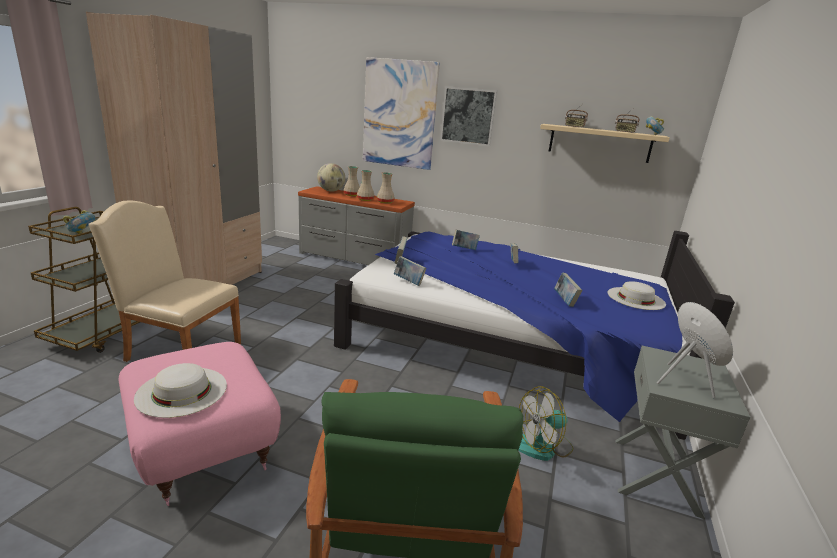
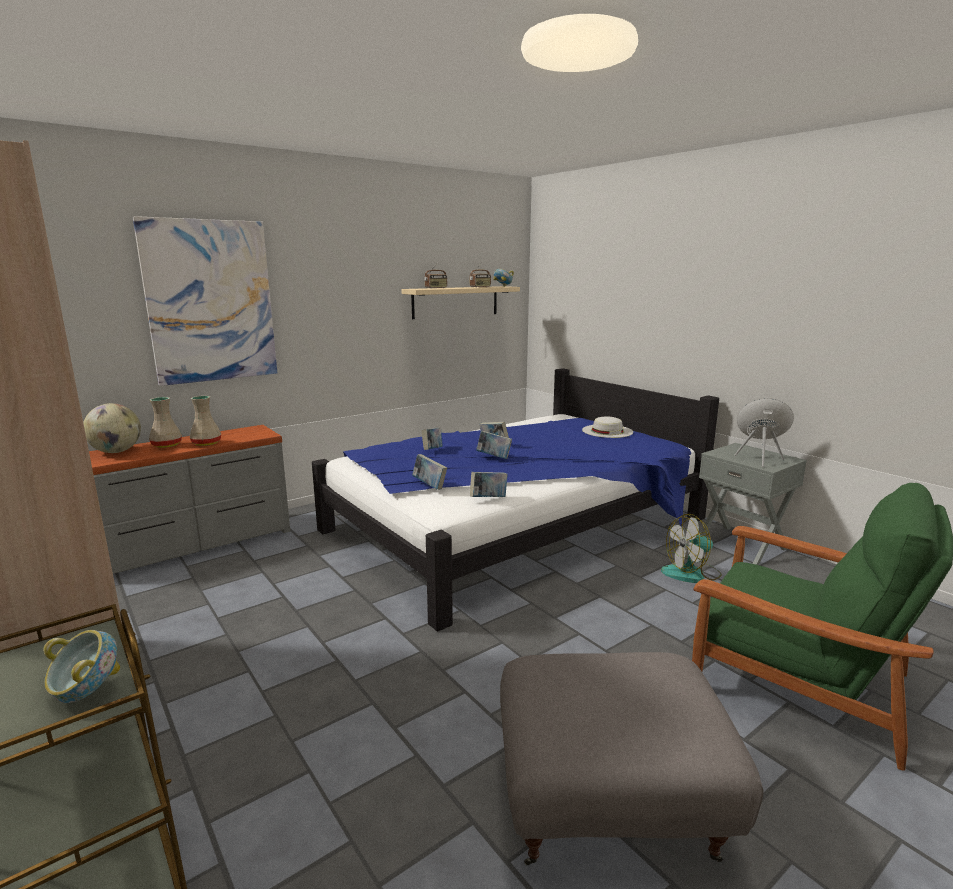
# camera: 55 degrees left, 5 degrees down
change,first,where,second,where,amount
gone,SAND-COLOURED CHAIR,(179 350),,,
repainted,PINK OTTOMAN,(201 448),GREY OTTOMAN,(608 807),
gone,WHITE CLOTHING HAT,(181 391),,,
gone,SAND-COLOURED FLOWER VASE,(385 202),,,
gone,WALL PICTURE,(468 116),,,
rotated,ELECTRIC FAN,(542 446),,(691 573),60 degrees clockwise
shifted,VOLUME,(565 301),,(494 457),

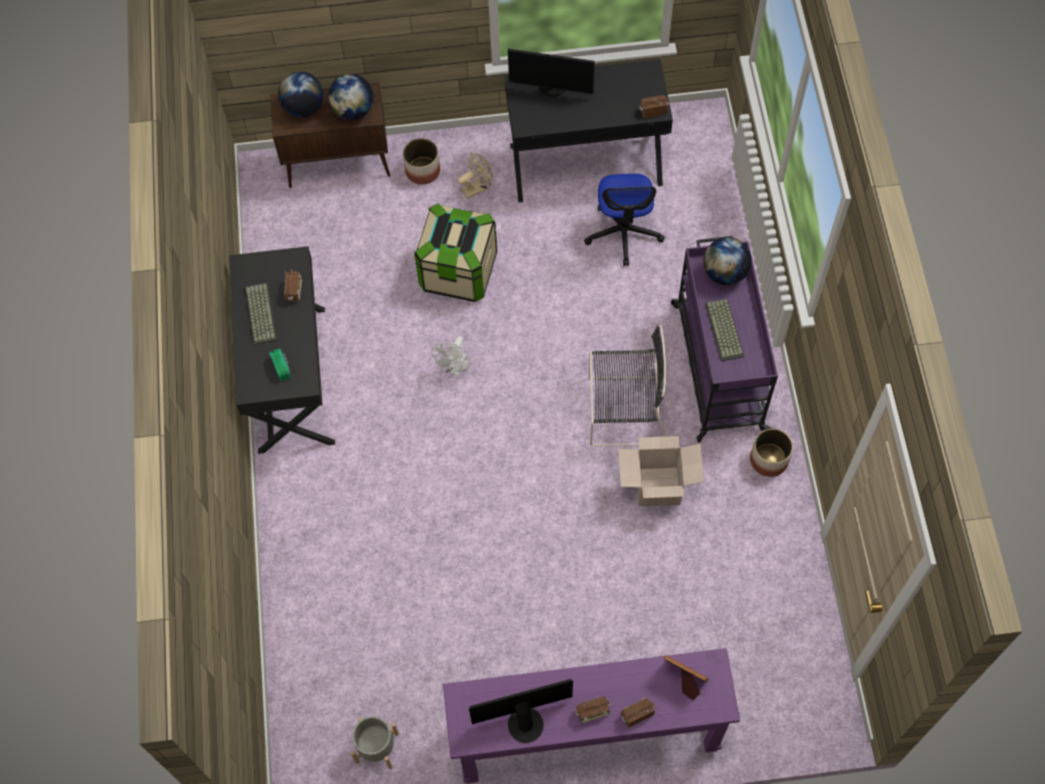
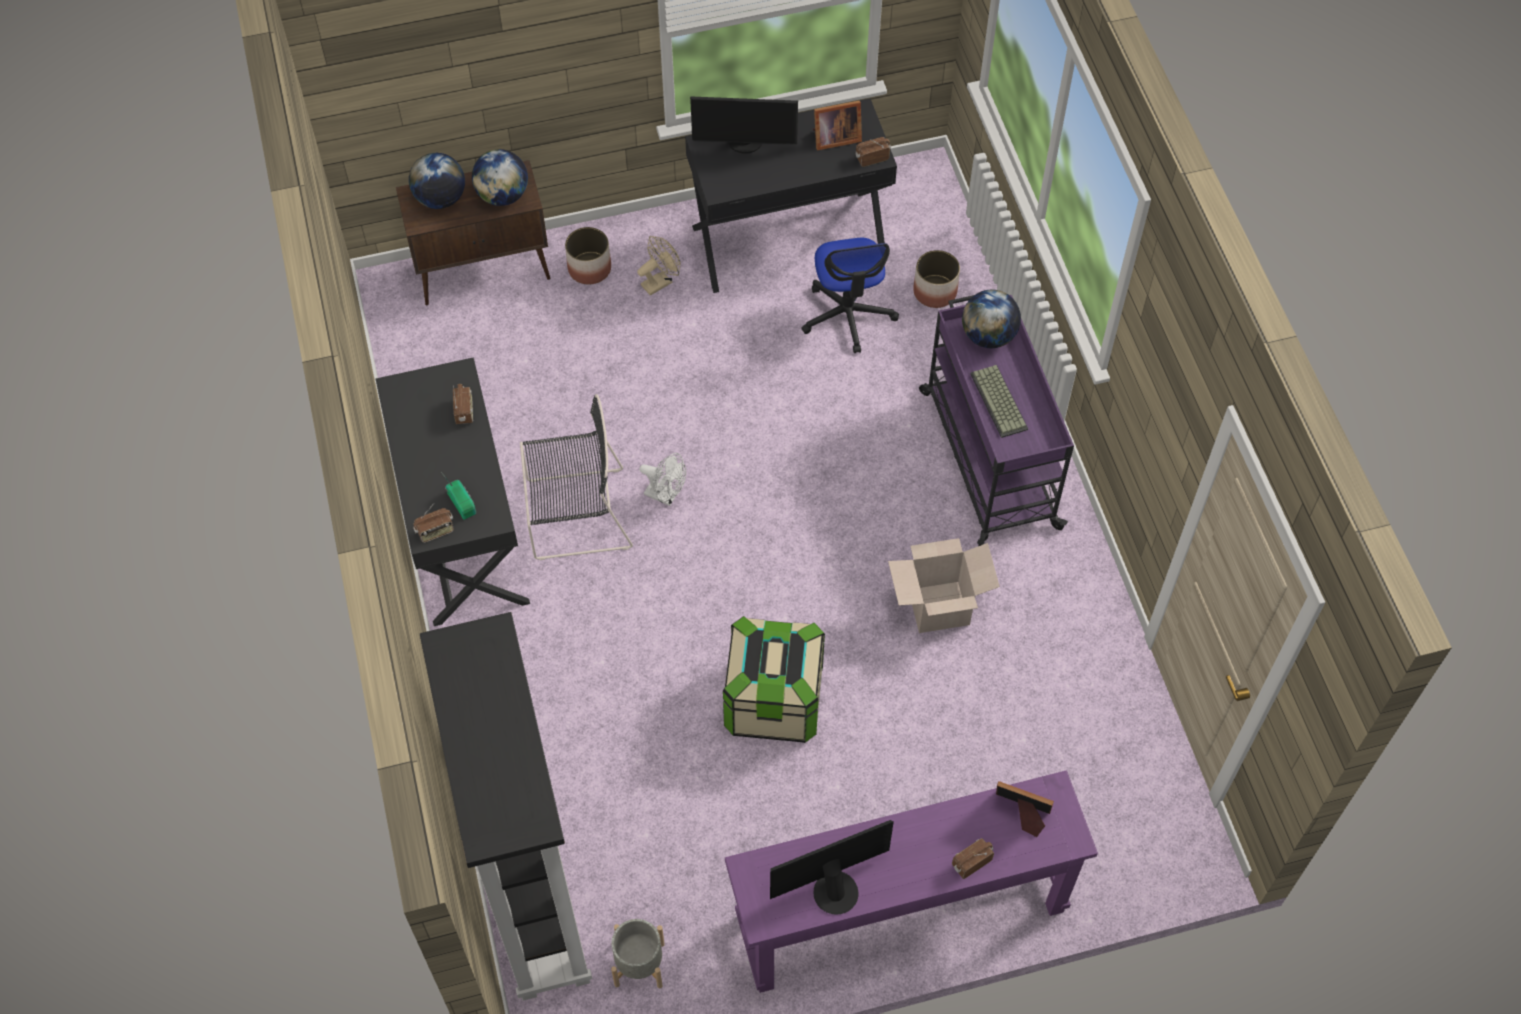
# camera: 10 degrees left, 5 degrees down
change,first,where,second,where,amount
gone,KEYBOARD,(259 313),,,
shifted,STORAGE BOX,(458 271),,(773 701),
rotated,WHITE ELECTRIC FAN,(455 368),,(666 496),75 degrees counterclockwise
shifted,RADIO SET,(592 712),,(435 531),
shifted,BLACKISH CHAIR,(624 411),,(574 514),
shifted,PLANTER,(769 459),,(935 291),
new,,,BLACKISH SHELVING UNIT,(533 895),
new,,,STANDING FRAME,(834 138),

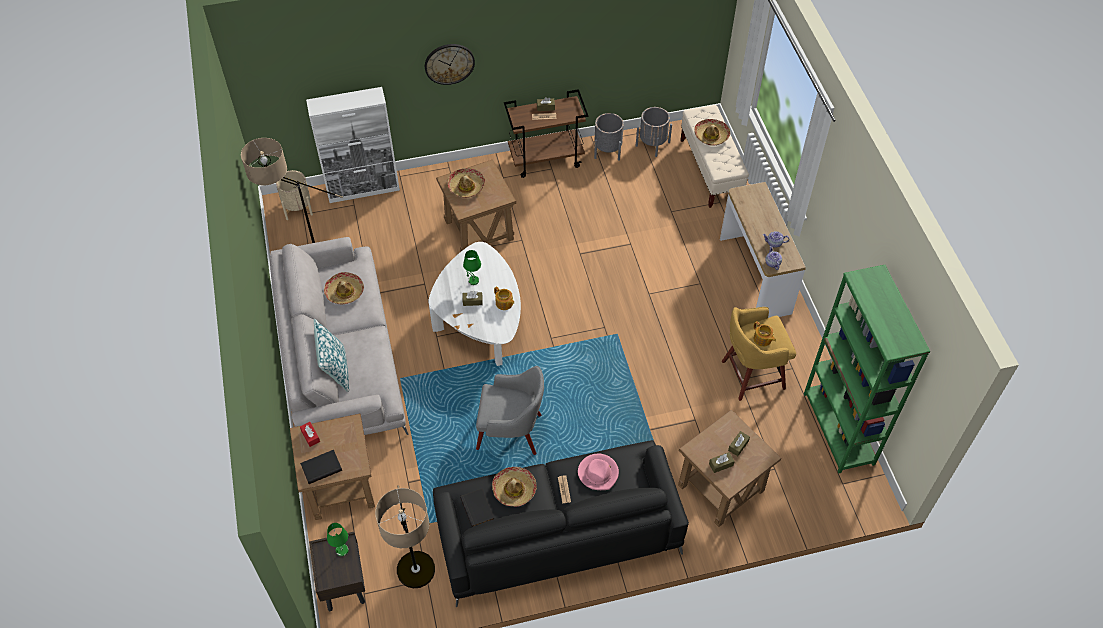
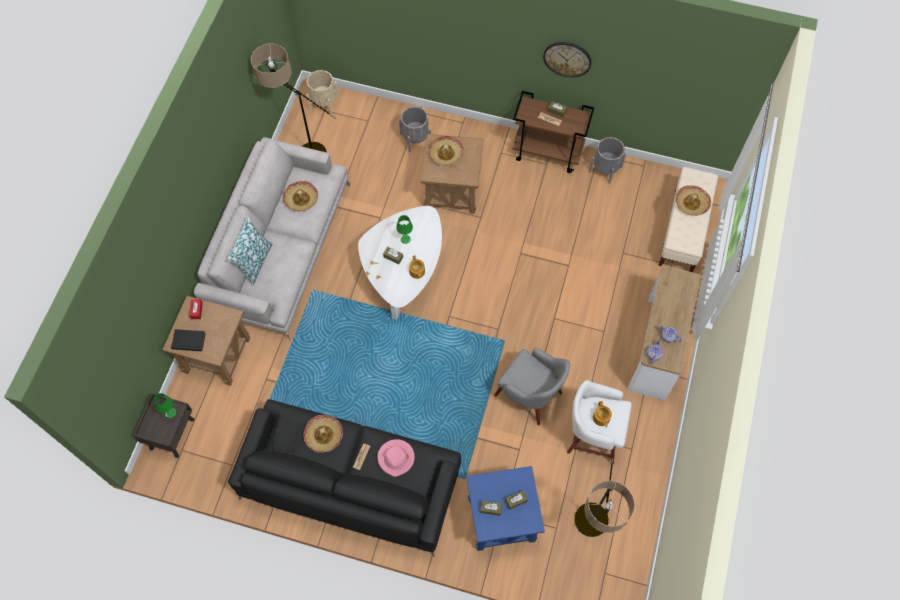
# camera: 30 degrees right, 10 degrees up
change,first,where,second,where,amount
gone,WHITE CABINET,(363 188),,,
shifted,STANDARD LAMP,(418 584),,(588 533),
shifted,WALL CLOCK,(449 63),,(567 58),
shifted,GREY ARMCHAIR,(511 432),,(530 395),
shifted,GREY PLANTER,(652 144),,(415 138),
repainted,BROWN-COLOURED SIDE TABLE,(721 487),BLUISH SIDE TABLE,(502 518),
repainted,YELLOW STOOL SEAT,(750 375),WHITE STOOL SEAT,(592 436),
gone,GREEN SHELVING UNIT,(838 429),,,

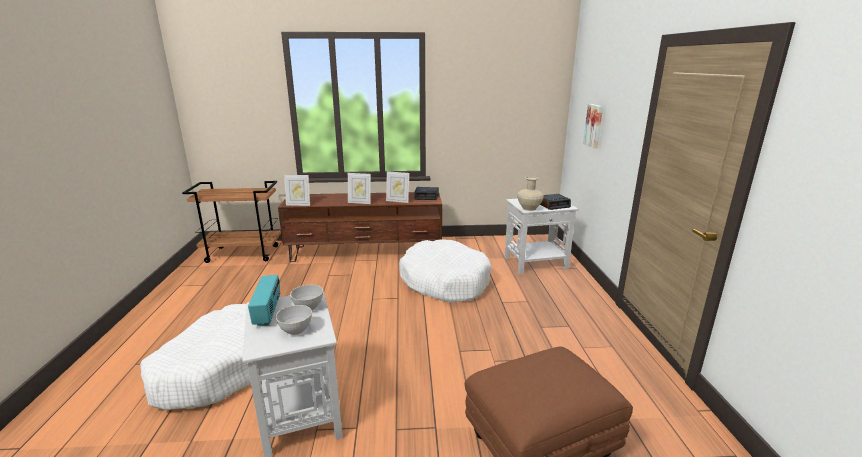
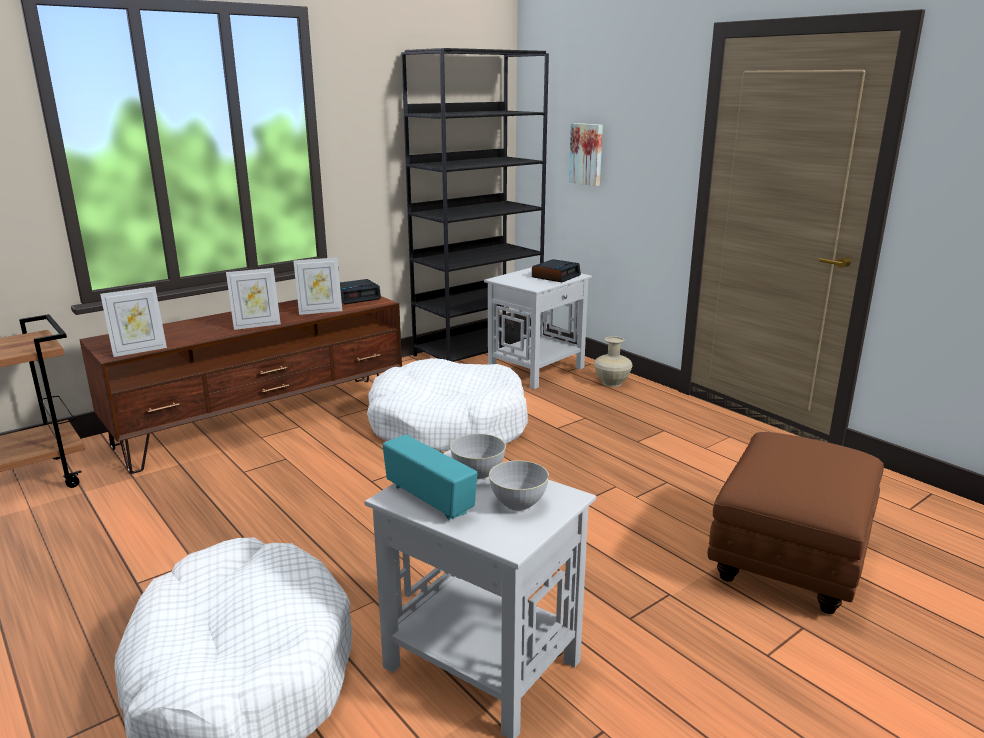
# camera: 35 degrees left, 0 degrees up
change,first,where,second,where,amount
shifted,SAND-COLOURED FLOWER VASE,(529 208),,(612 383),
new,,,BLACKISH SHELVING UNIT,(478 351),

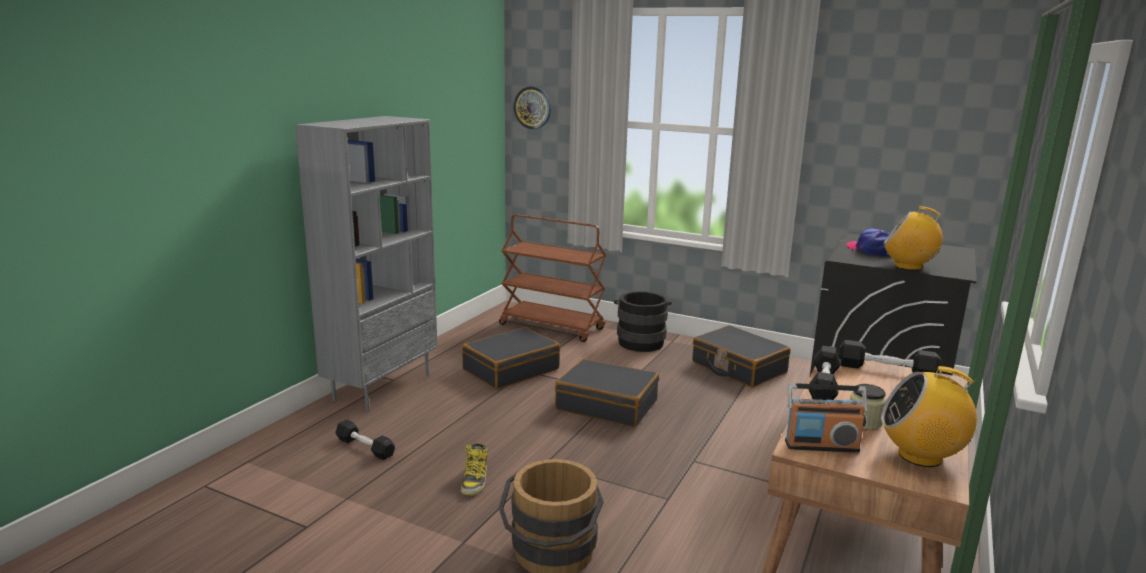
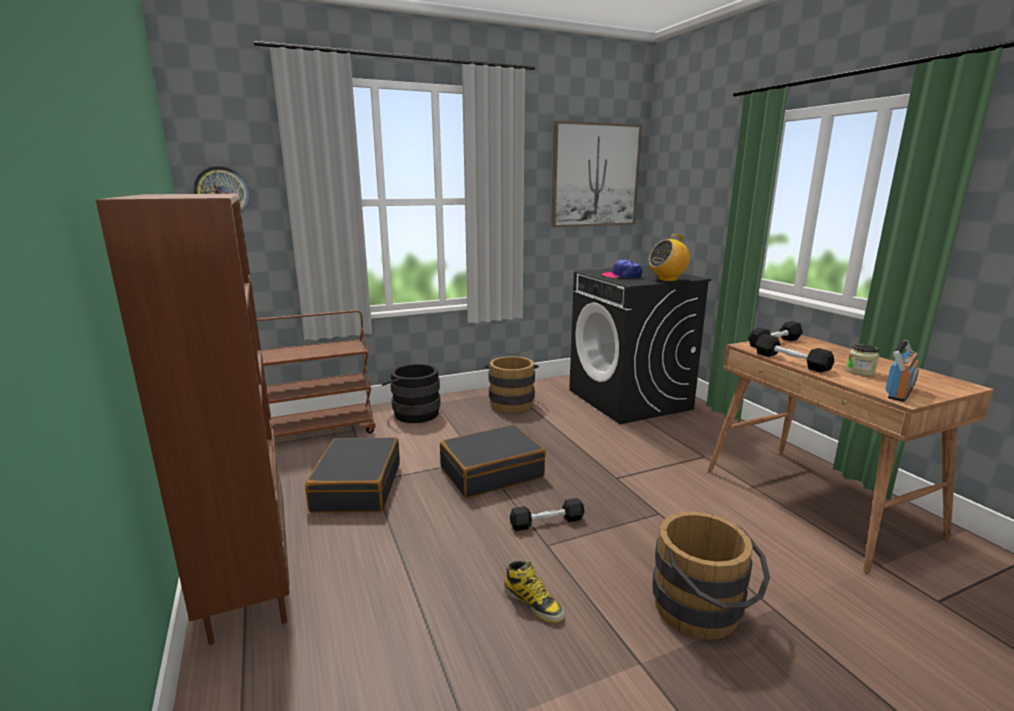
# camera: 50 degrees left, 0 degrees up
change,first,where,second,where,amount
repainted,GREY SHELVING UNIT,(382 386),BROWN-COLOURED SHELVING UNIT,(247 585),
shifted,BLACKISH HAND WEIGHT,(365 447),,(547 522),
swapped,BLACKISH TRAVEL CASE,(738 368),BROWN-COLOURED BUCKET,(511 402),
gone,RADIO SET,(920 456),,,
new,,,WALL PICTURE,(595 175),

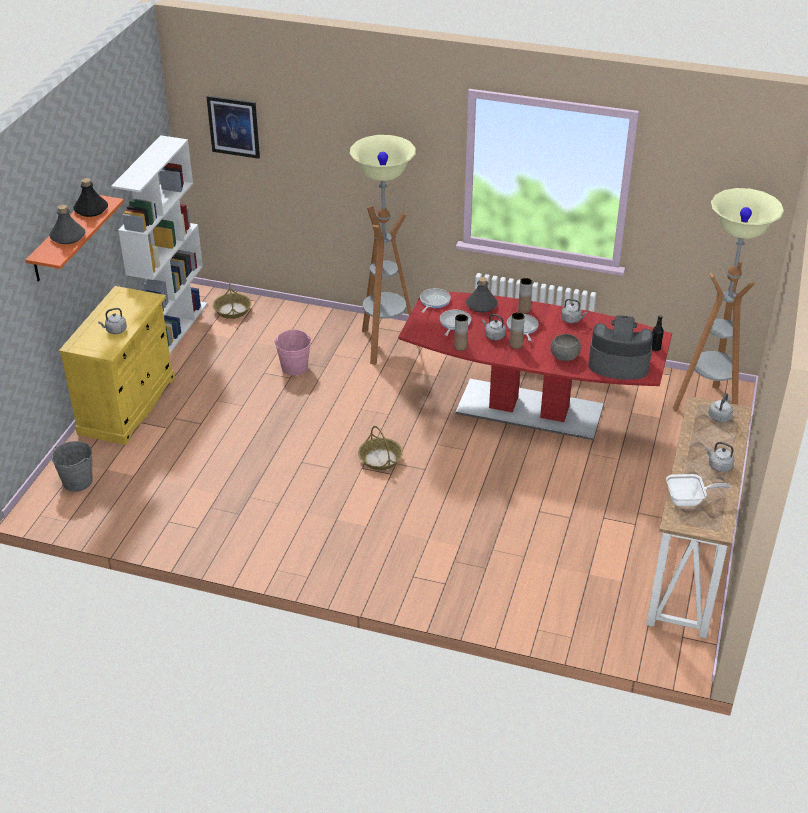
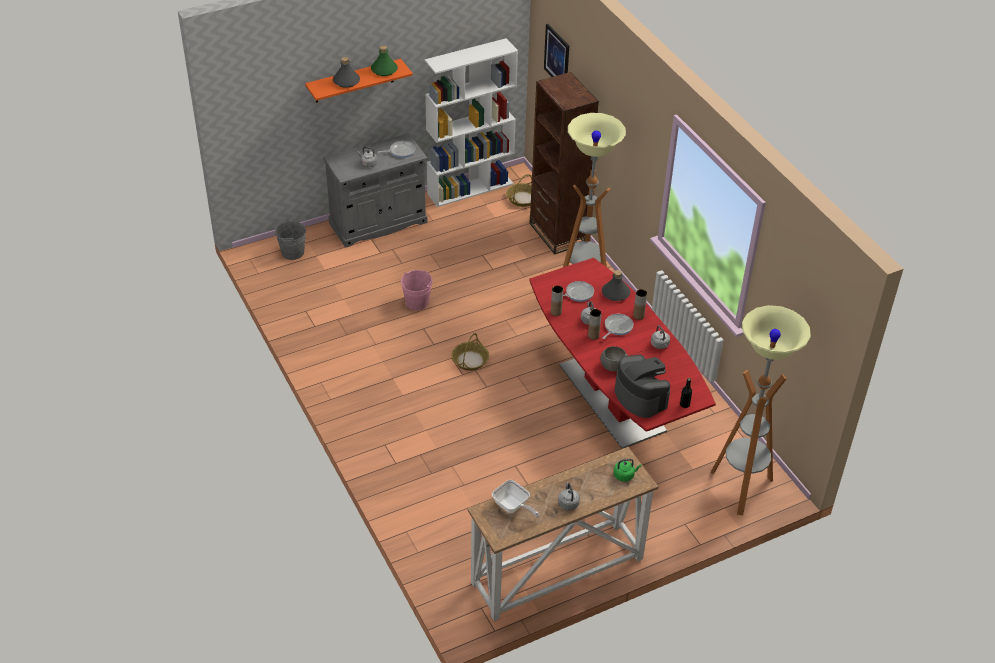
# camera: 45 degrees right, 5 degrees up
change,first,where,second,where,amount
repainted,YELLOW CABINET,(127 405),GREY CABINET,(378 223),
repainted,BLACKISH DRINK BOTTLE,(91 209),GREEN DRINK BOTTLE,(384 70),
shifted,PINK BUCKET,(294 367),,(417 302),
shifted,PAN,(434 301),,(401 151),
repainted,GREY KETTLE,(720 416),GREEN KETTLE,(625 475),
new,,,BROWN-COLOURED SHELVING UNIT,(557 233),

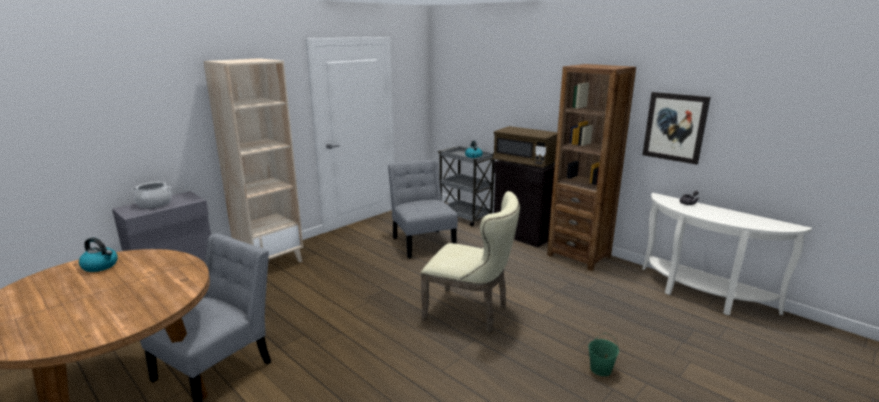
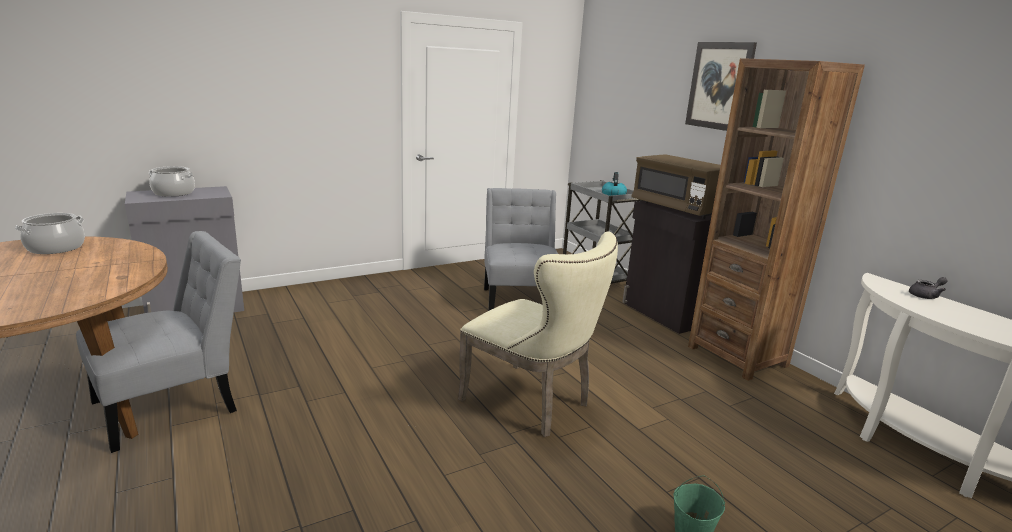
# camera: 15 degrees right, 0 degrees up
change,first,where,second,where,amount
swapped,KETTLE,(101 266),SAUCEPOT,(56 248),
gone,SAND-COLOURED SHELVING UNIT,(270 262),,,
shifted,WALL PICTURE,(675 127),,(719 86),

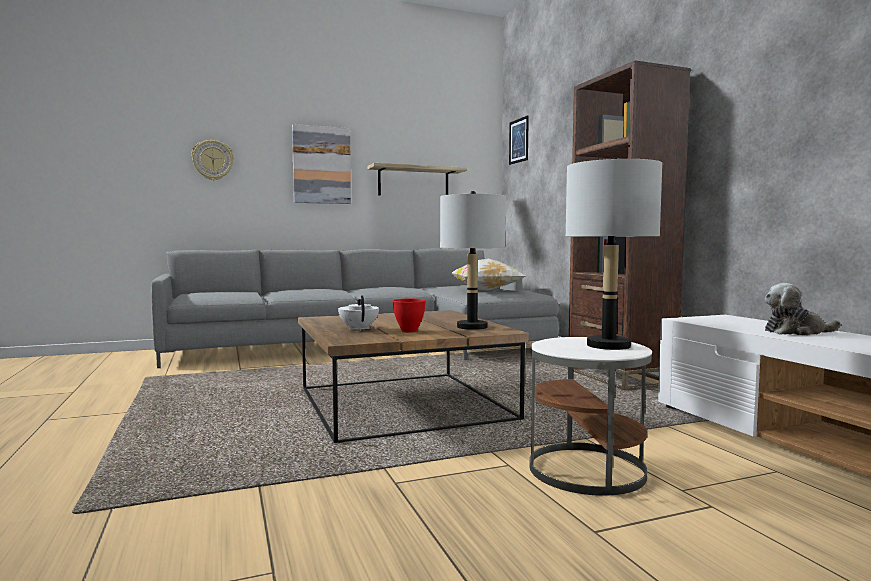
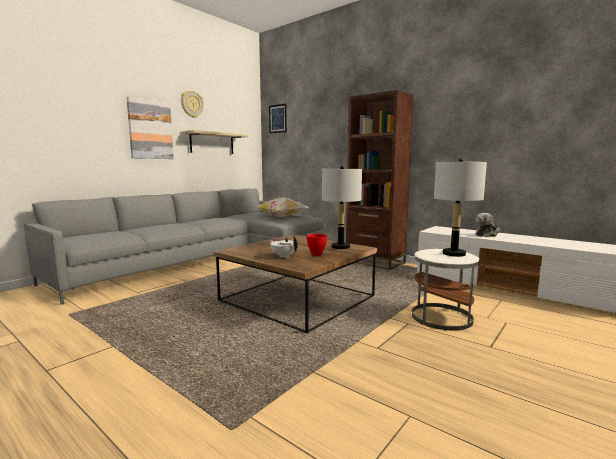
# camera: 30 degrees left, 5 degrees up
change,first,where,second,where,amount
shifted,WALL CLOCK,(213 160),,(191 104),

